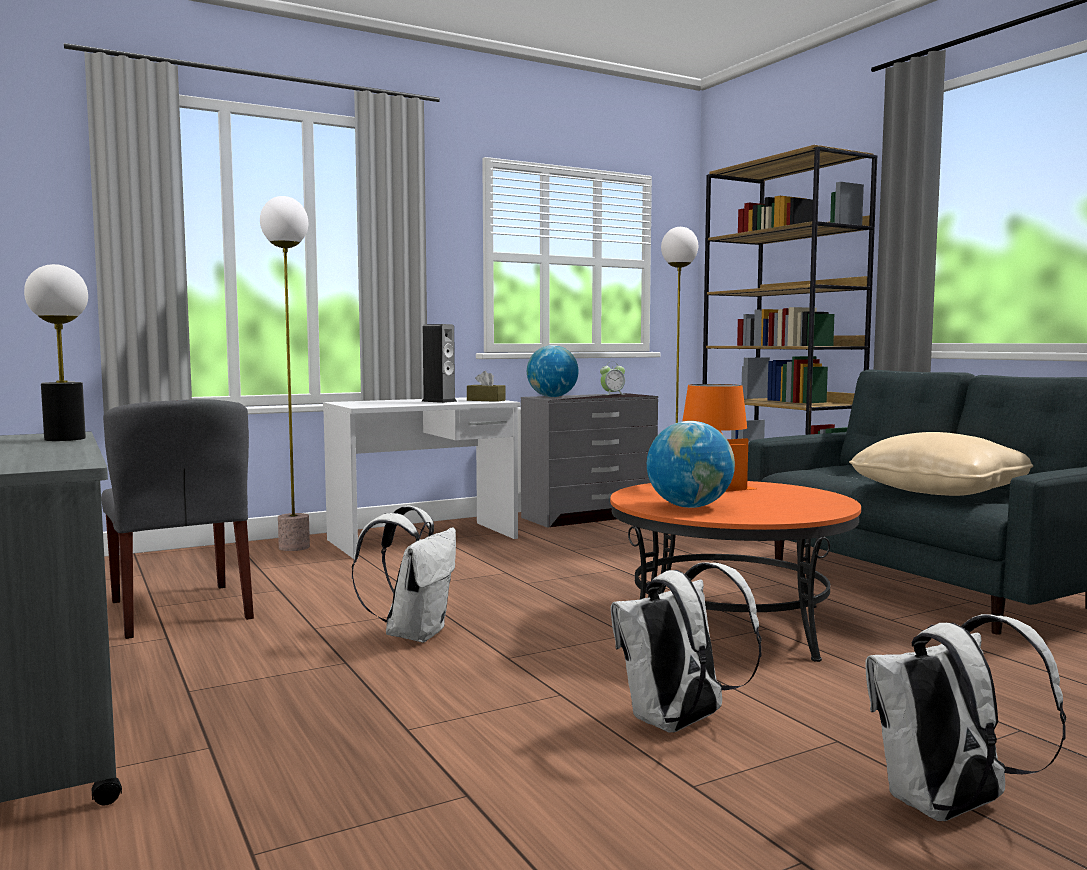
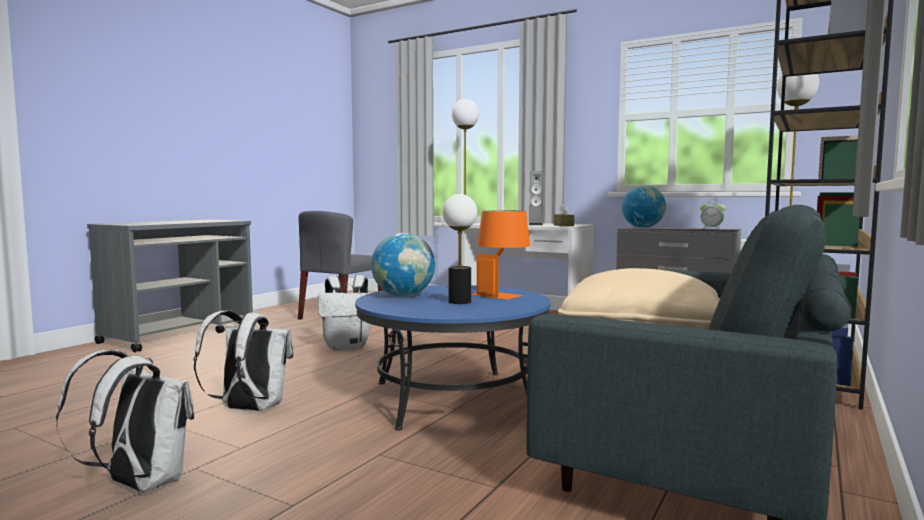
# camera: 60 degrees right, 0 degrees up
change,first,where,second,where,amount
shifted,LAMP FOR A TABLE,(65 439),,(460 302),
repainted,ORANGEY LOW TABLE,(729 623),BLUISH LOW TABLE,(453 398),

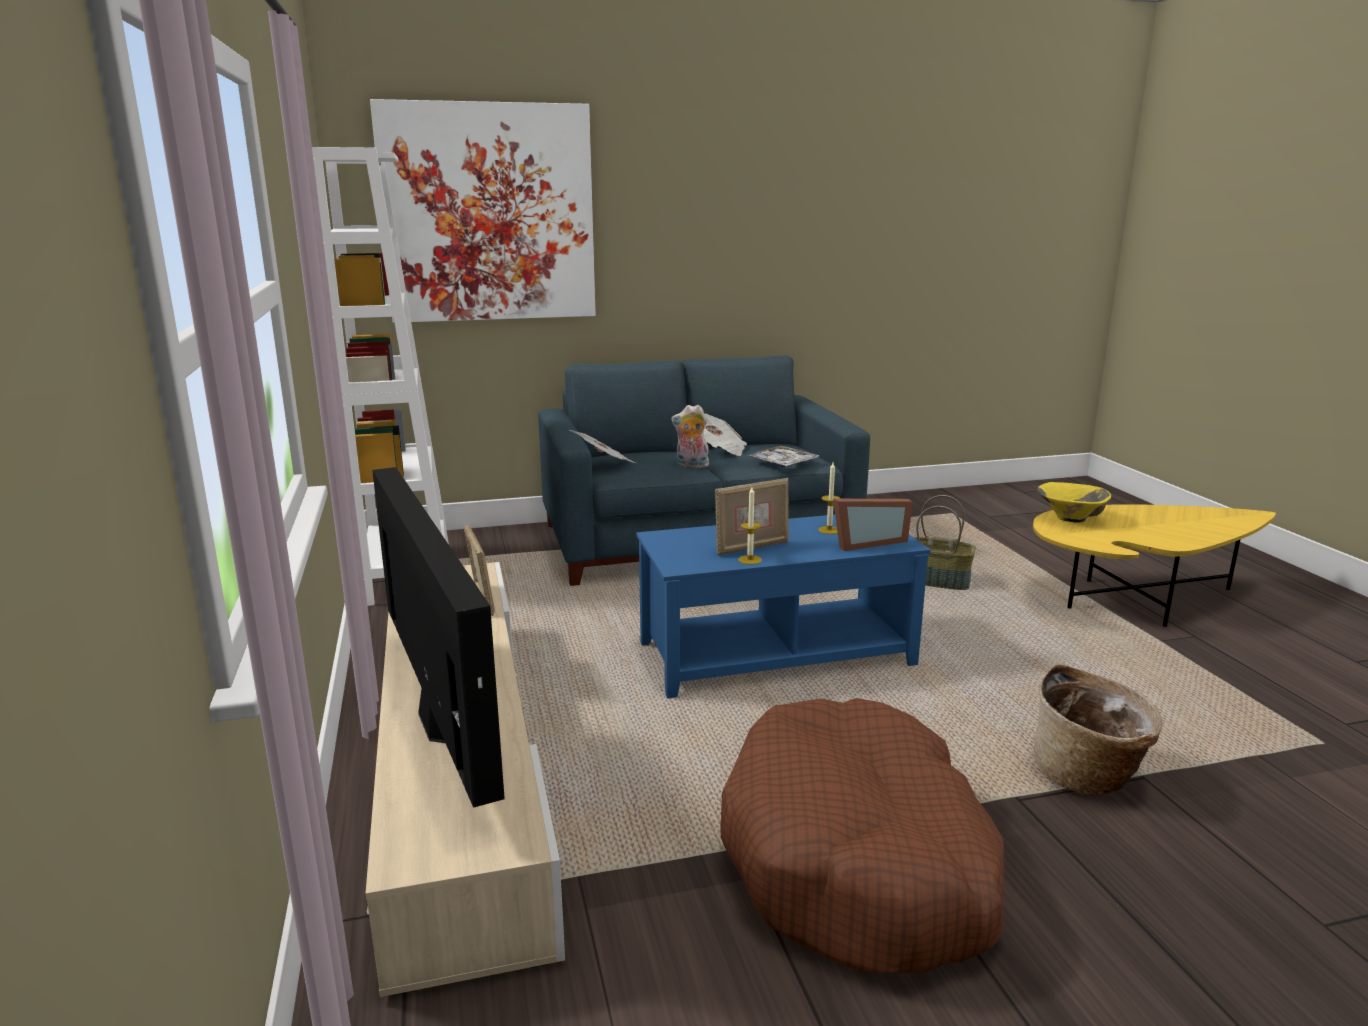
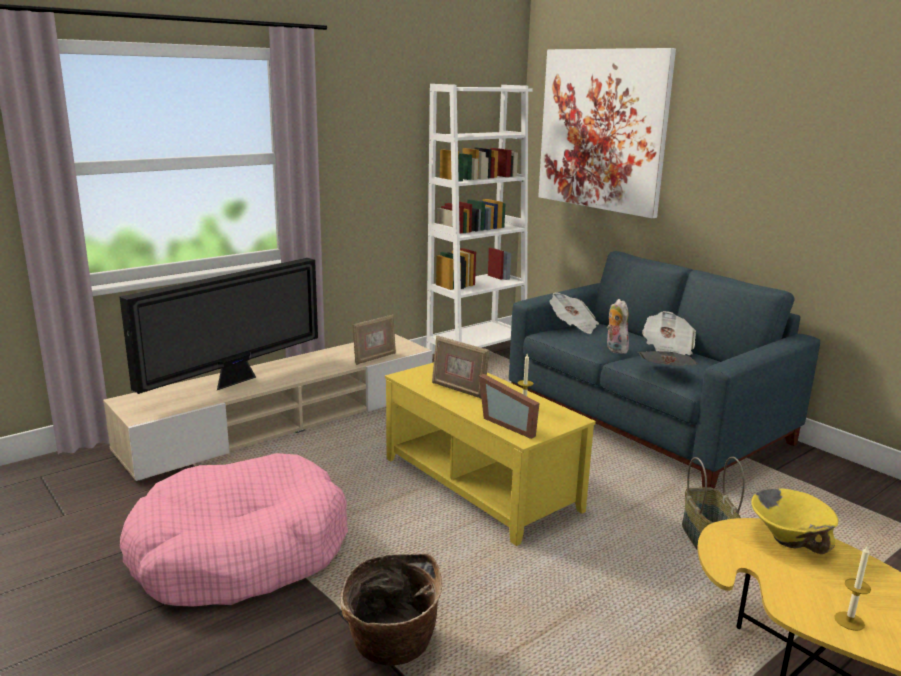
# camera: 65 degrees right, 0 degrees up
change,first,where,second,where,amount
repainted,BLUISH LOW TABLE,(776 654),YELLOW LOW TABLE,(480 484),
repainted,BROWN-COLOURED DOG CUSHION,(859 861),PINK DOG CUSHION,(240 552),
shifted,WAX LIGHT,(750 560),,(849 621),
swapped,TRAY,(783 463),PRINTED PAPER,(665 374),

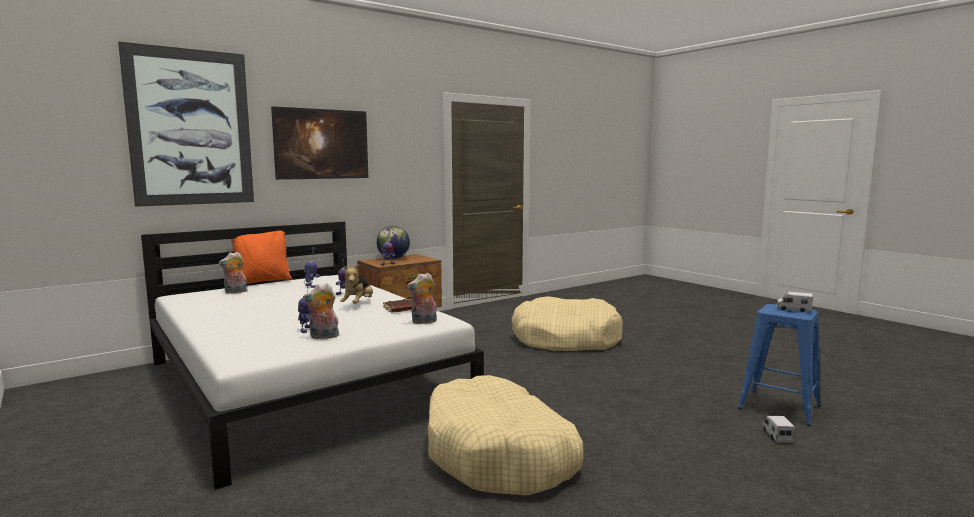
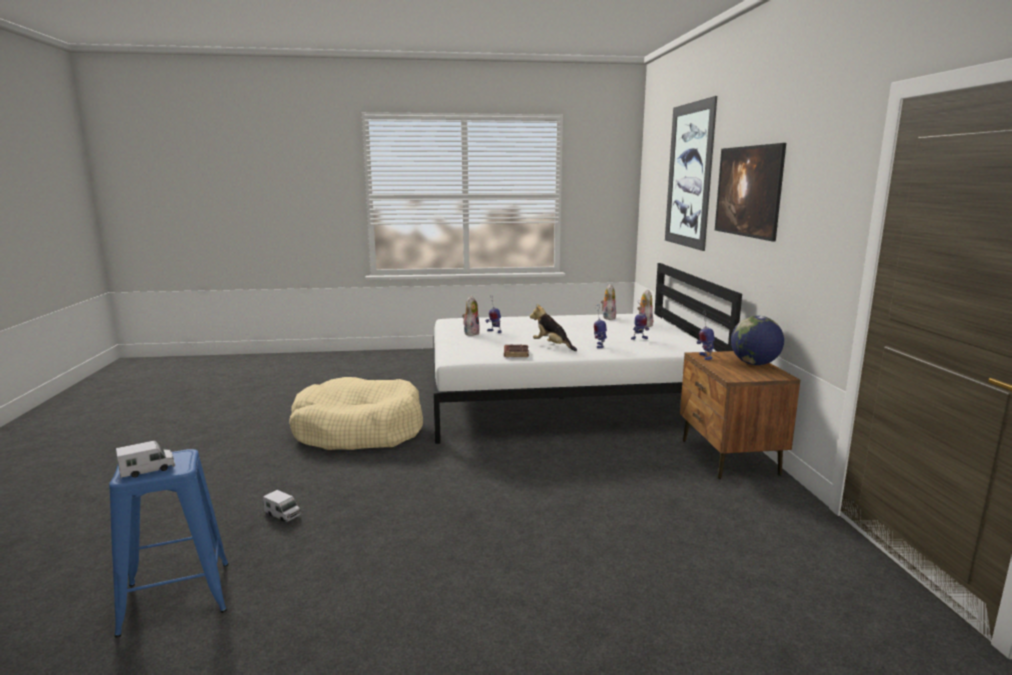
# camera: 120 degrees right, 5 degrees up
change,first,where,second,where,amount
gone,ORANGEY PILLOW,(262 282),,,
shifted,SOFT TOY,(424 322),,(608 317),
gone,SAND-COLOURED DOG CUSHION,(565 339),,,
shifted,TOY LORRY,(777 435),,(282 514),

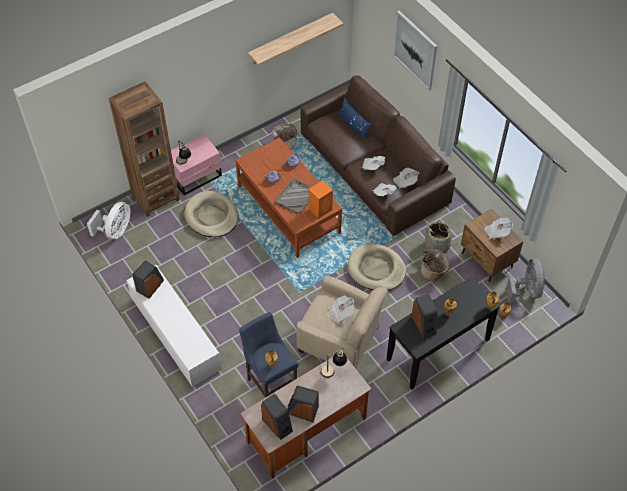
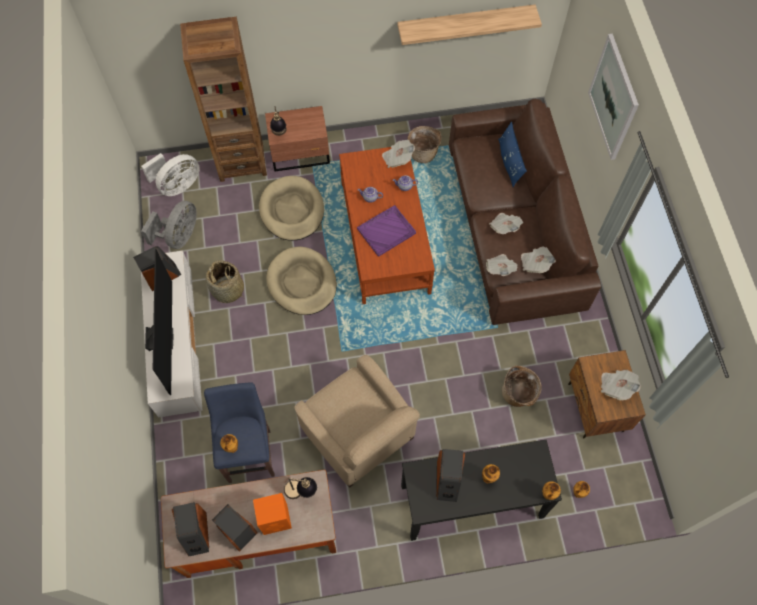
# camera: 25 degrees right, 10 degrees up
change,first,where,second,where,amount
repainted,PINK NIGHT TABLE,(196 176),BROWN-COLOURED NIGHT TABLE,(301 153),
repainted,GREY TRAY,(296 196),PURPLE-COLOURED TRAY,(387 231),
shifted,ORANGEY SPEAKER,(321 208),,(276 519),
shifted,PRINTED PAPER,(340 313),,(397 158),
shifted,SAND-COLOURED DOG CUSHION,(376 269),,(302 283),
shifted,STORAGE BASKET,(437 246),,(228 290),
shifted,GREY ELECTRIC FAN,(526 290),,(179 236),
new,,,TELEVISION,(165 338),

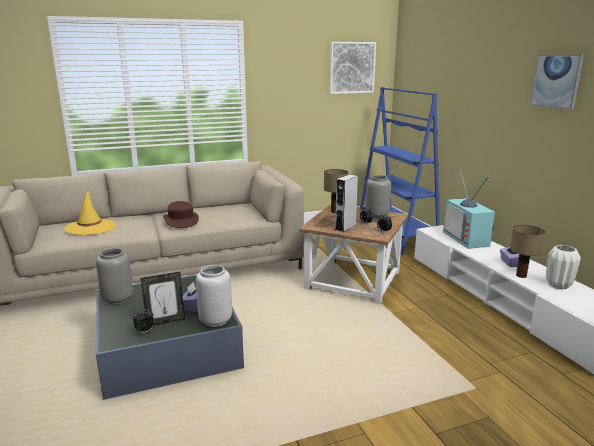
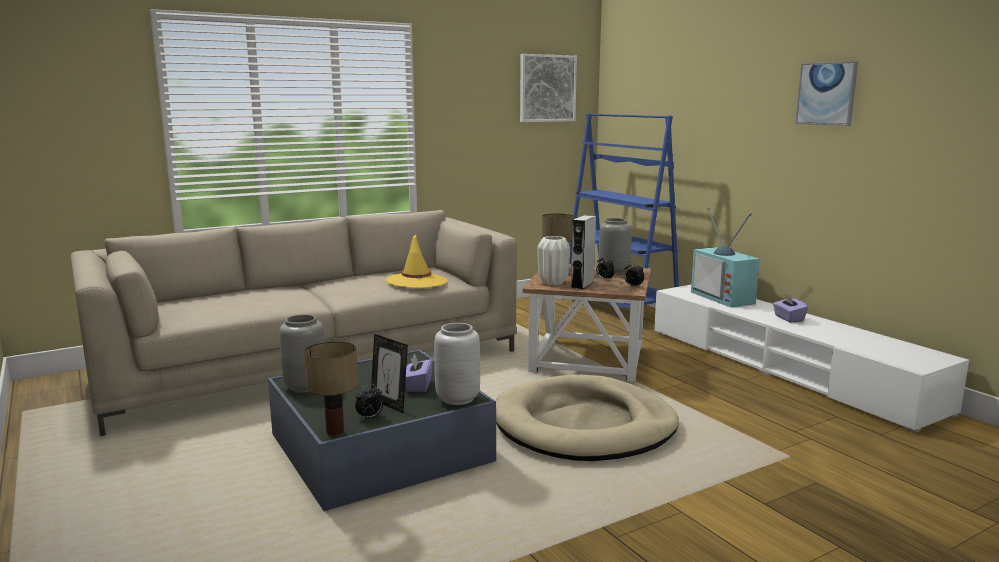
# camera: 10 degrees left, 5 degrees down
change,first,where,second,where,amount
shifted,YELLOW CLOTHING HAT,(90 227),,(416 281),
rotated,STANDING FRAME,(165 321),,(389 404),75 degrees clockwise
gone,BROWN-COLOURED CLOTHING HAT,(181 220),,,
shifted,LAMP FOR A TABLE,(520 275),,(334 431),
shifted,WHITE FLOWER VASE,(558 285),,(553 283),
new,,,SAND-COLOURED DOG CUSHION,(584 426),

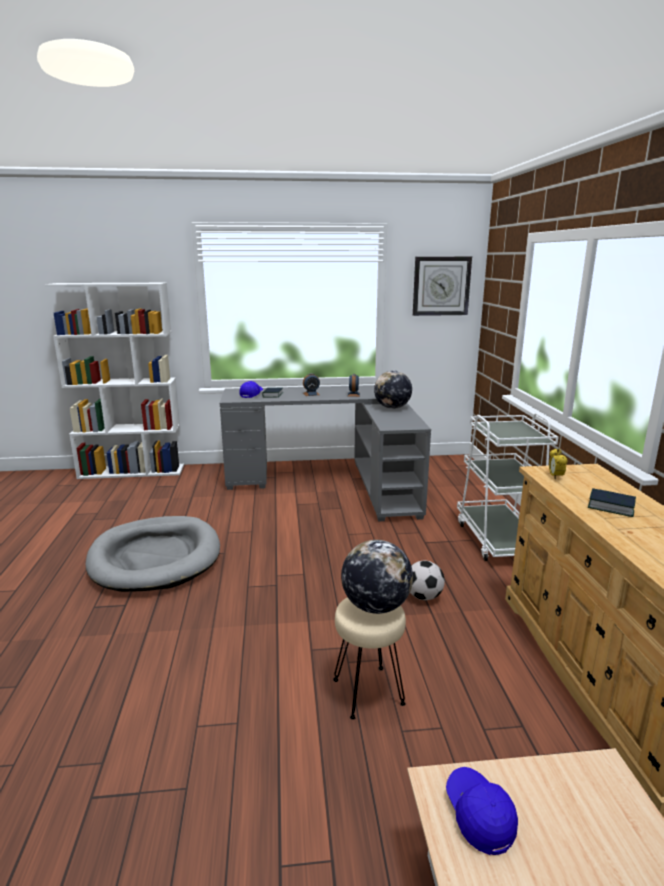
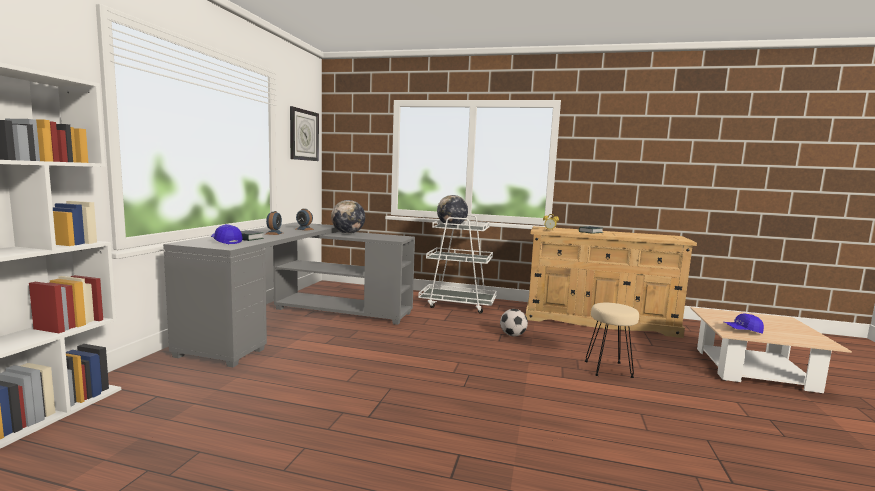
# camera: 70 degrees left, 10 degrees down
change,first,where,second,where,amount
gone,GREY DOG CUSHION,(155 557),,,
shifted,WORLD GLOBE,(375 606),,(451 226),

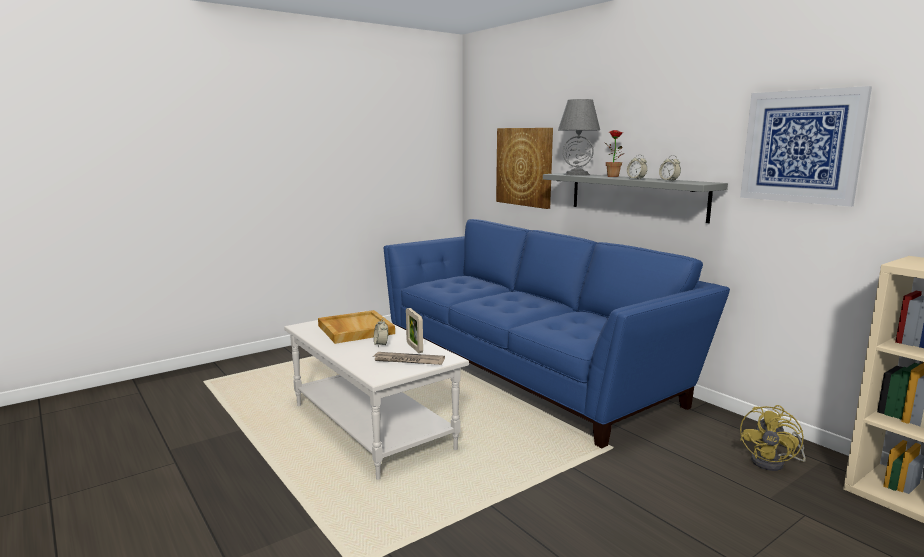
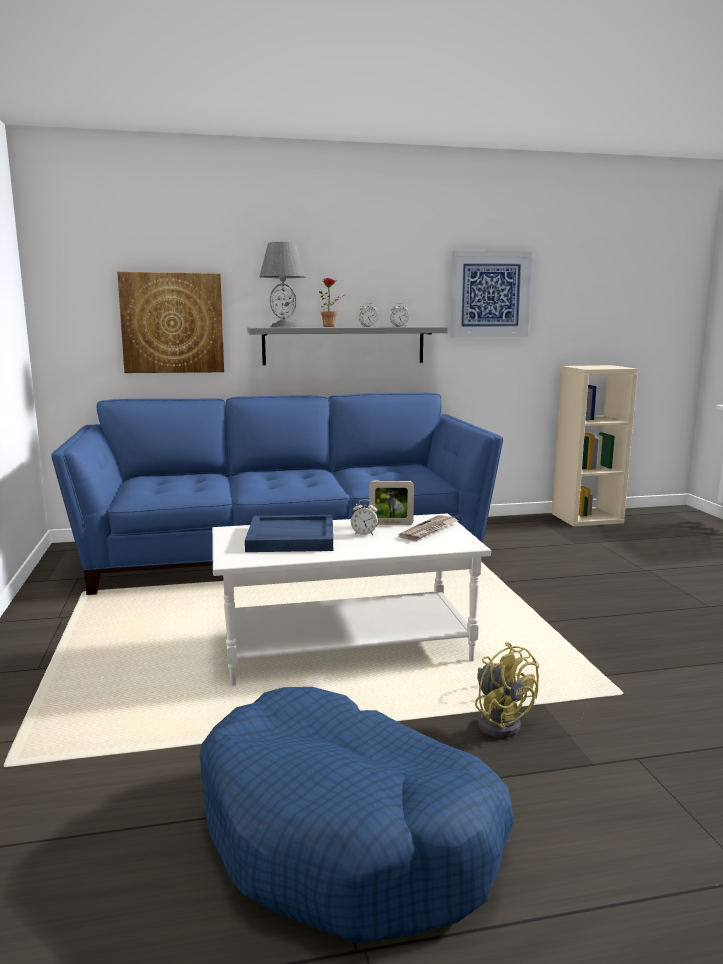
# camera: 65 degrees left, 0 degrees up
change,first,where,second,where,amount
repainted,SAND-COLOURED TRAY,(355 329),BLUISH TRAY,(290 538),
shifted,YELLOW ELECTRIC FAN,(774 463),,(499 721),
new,,,BLUISH DOG CUSHION,(348 835),

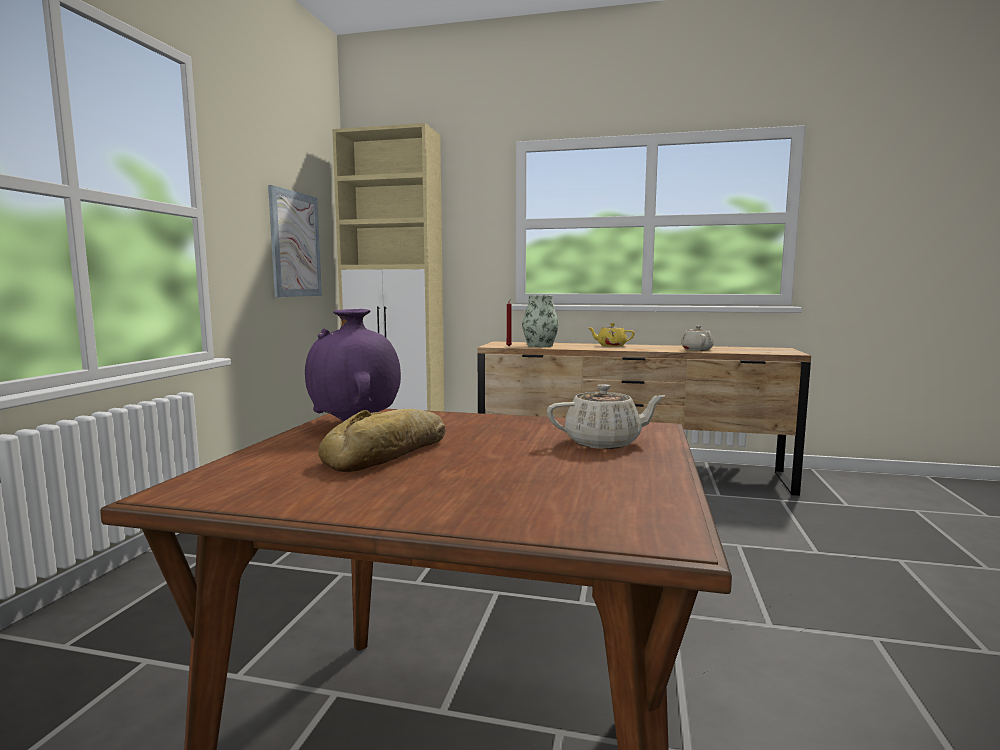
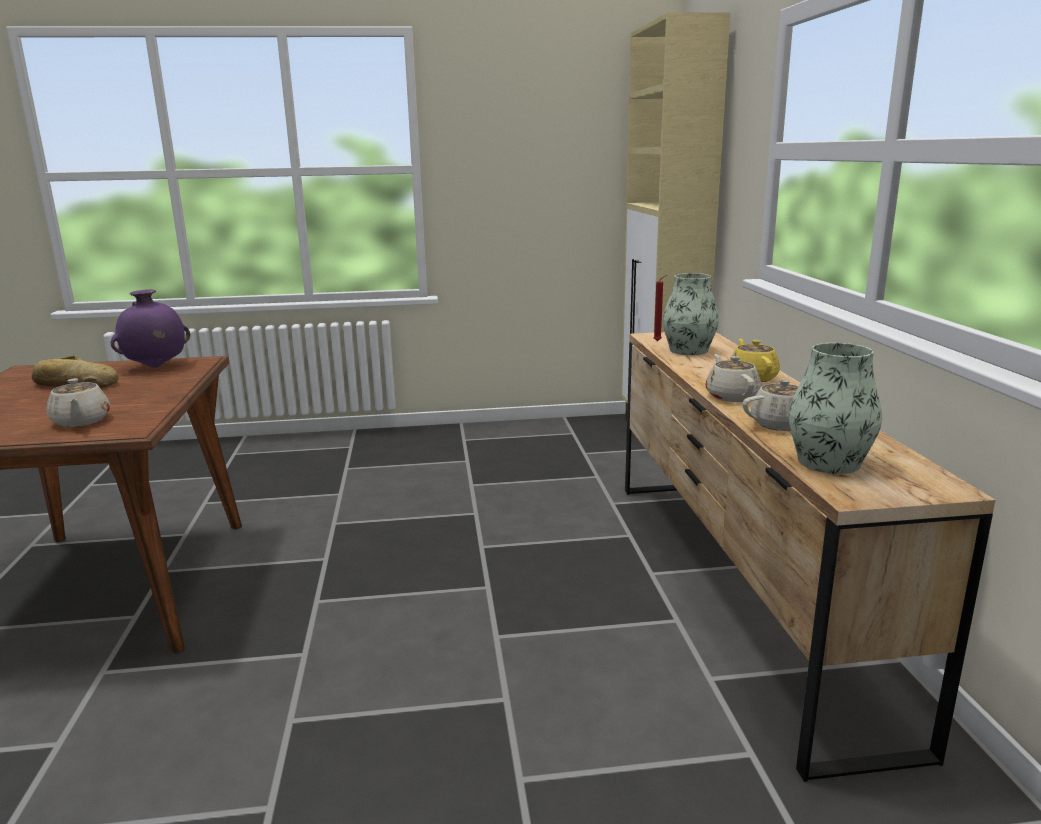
# camera: 70 degrees right, 10 degrees up
change,first,where,second,where,amount
gone,WALL PICTURE,(295 244),,,
new,,,SAND-COLOURED POT FOR TEA,(731 396),
new,,,FLOWER VASE,(828 462),

